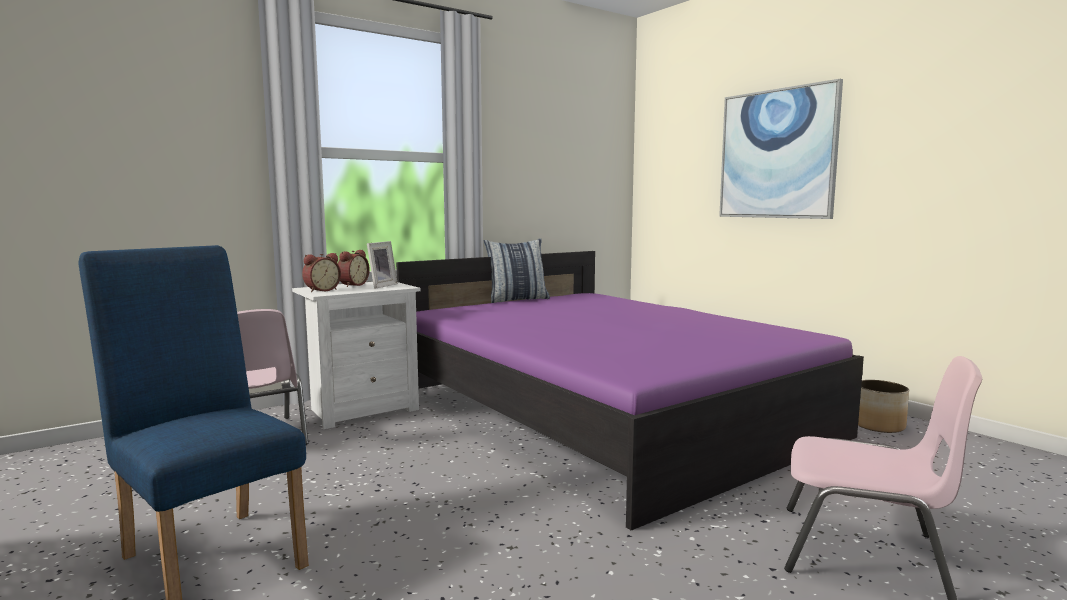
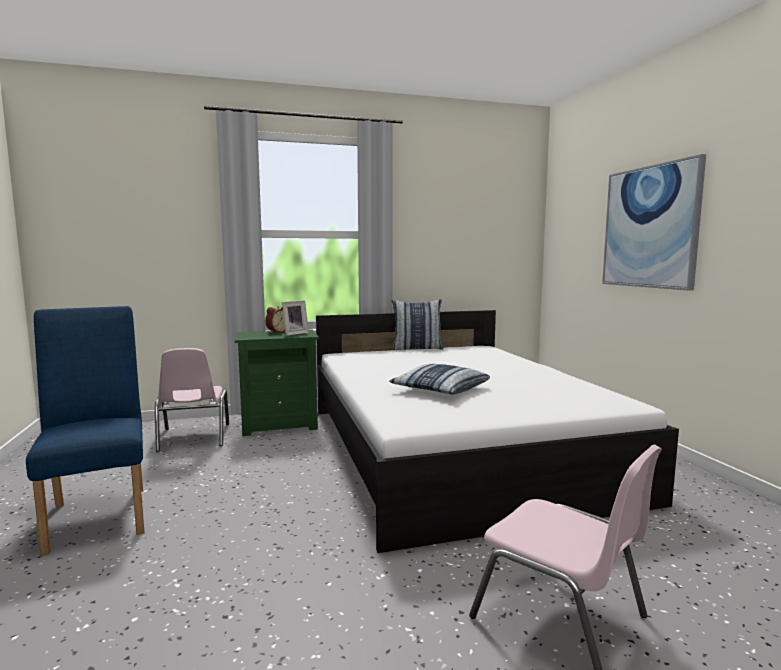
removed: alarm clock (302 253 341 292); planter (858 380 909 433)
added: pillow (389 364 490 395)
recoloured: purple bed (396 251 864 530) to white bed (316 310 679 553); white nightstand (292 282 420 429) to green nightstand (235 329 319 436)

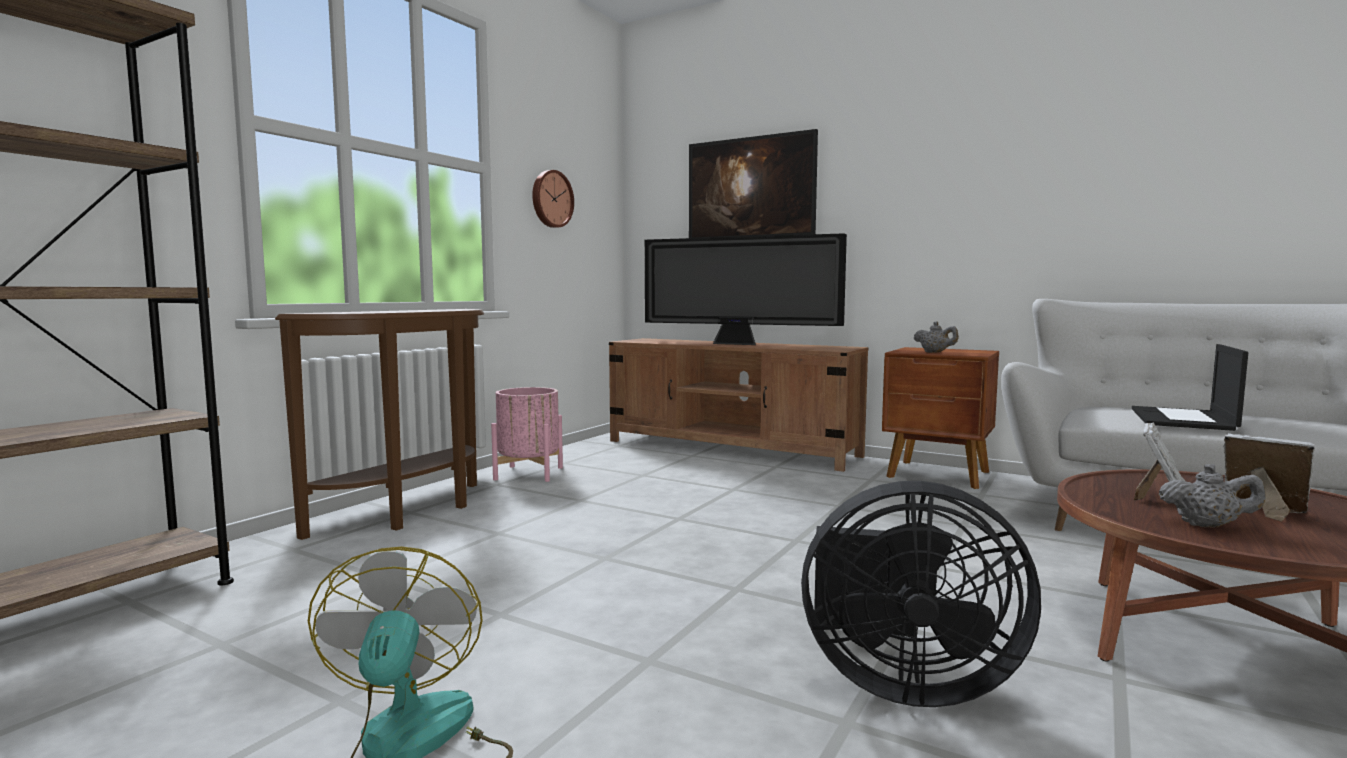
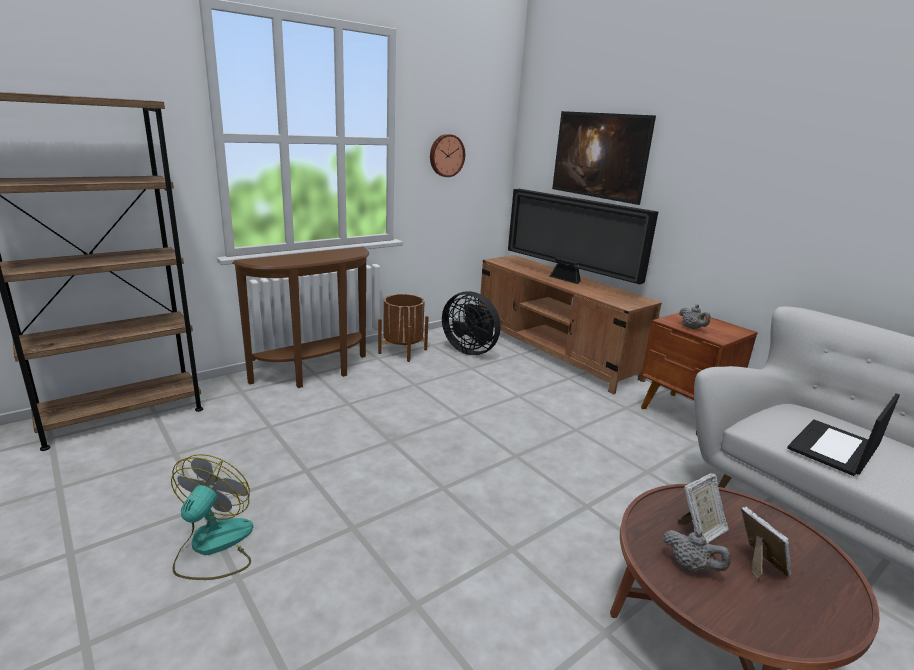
moved: black fan (801 481 1041 707) to (442 291 501 355)
recoloured: pink planter (491 387 563 482) to brown planter (378 294 429 362)

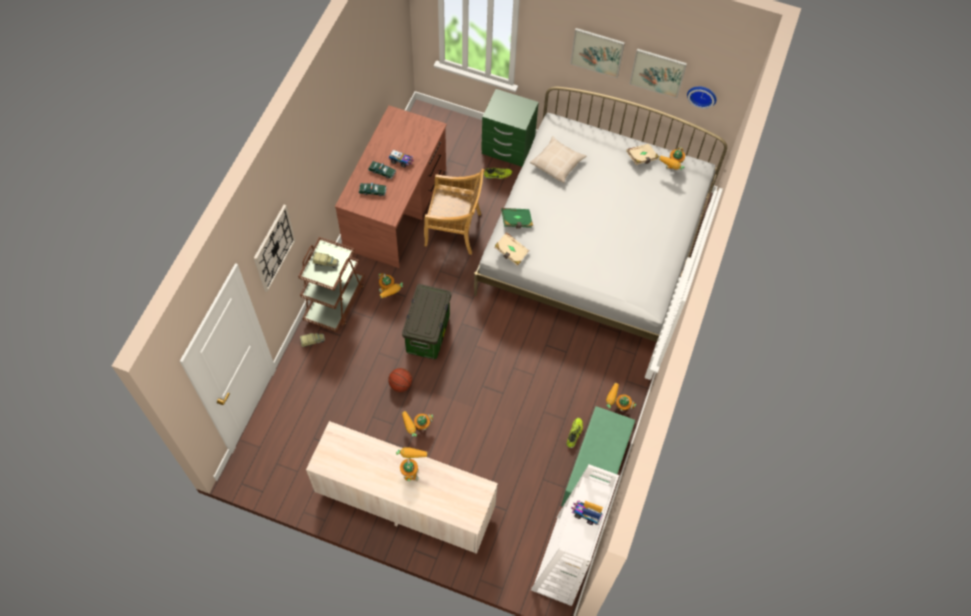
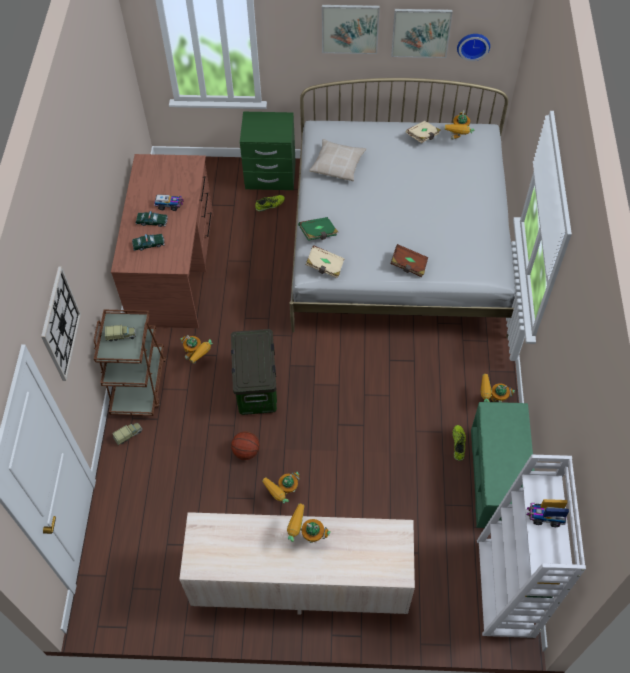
removed: beige chair (424 169 484 255)
added: brown book (390 244 428 277)
turned: toy robot (396 447 428 481) = (287 504 331 543) 60 degrees counterclockwise

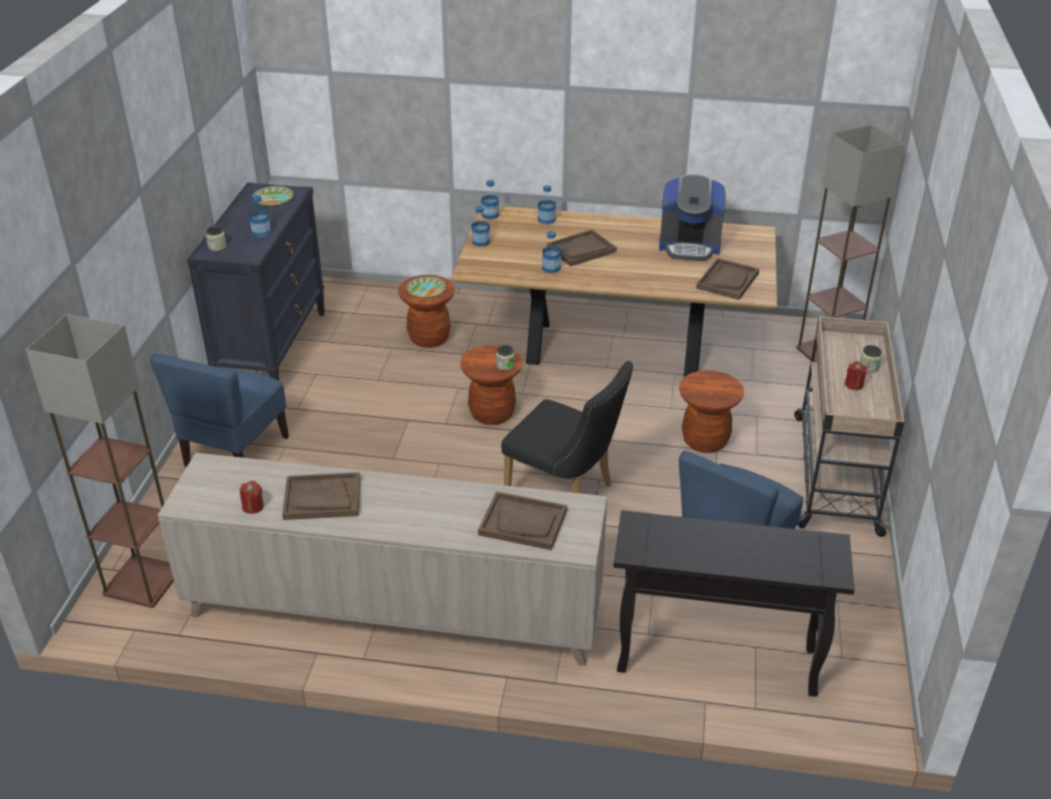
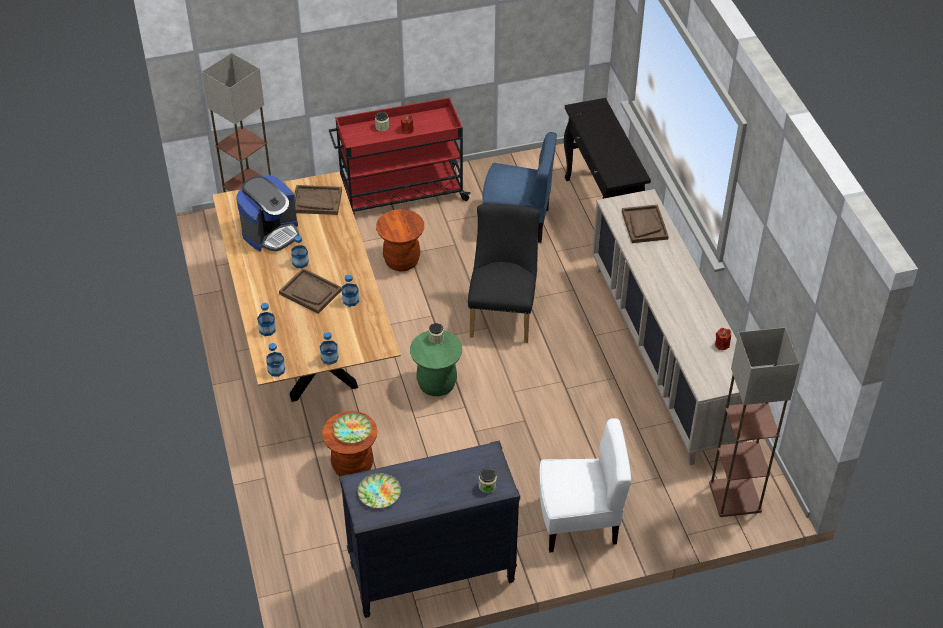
removed: brown tray (282 472 360 520)
moved: bottle (249 195 271 237) to (291 236 309 268)
recoloured: beige cart (794 316 904 537) to red cart (329 97 471 214); brown stool (460 345 522 425) to green stool (410 331 462 396); blue chair (150 354 289 467) to white chair (539 418 631 553)
turned: coffee machine (659 174 726 261) = (236 175 300 252) 60 degrees clockwise

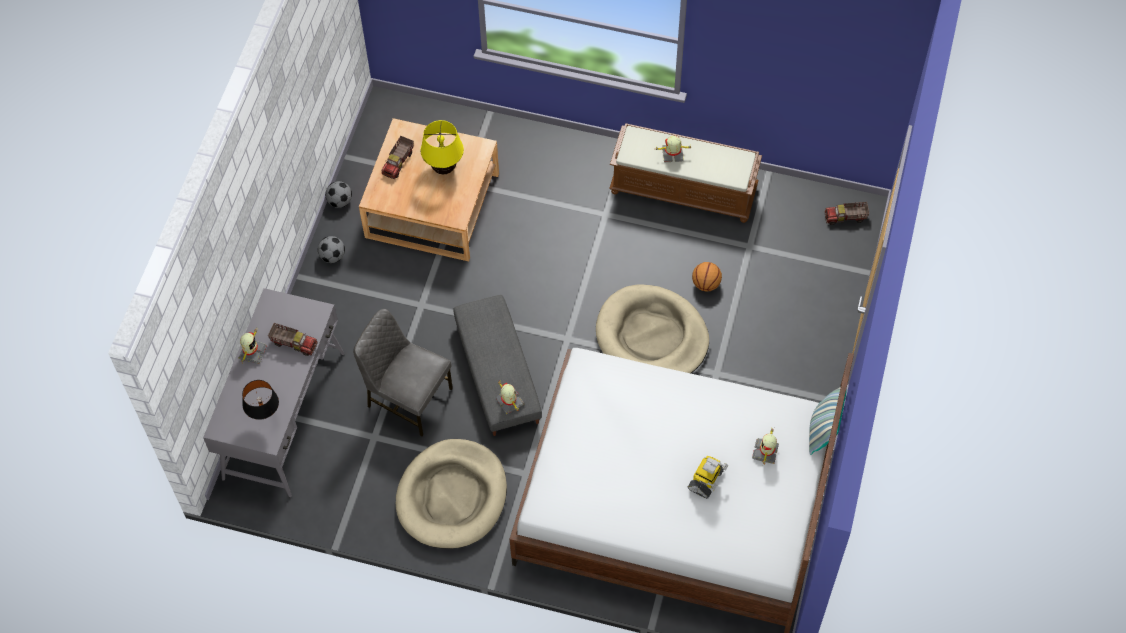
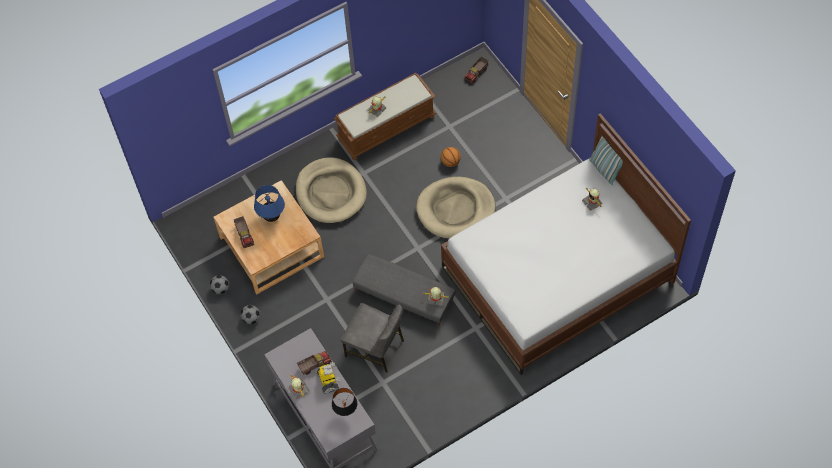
moved: beige dog bed (396 439 507 549) to (296 157 367 223); toy robot (688 455 728 499) to (317 362 340 394)
recoloured: yellow table lamp (421 120 464 175) to blue table lamp (254 185 285 222)
turned: grey chair (353 309 453 436) = (341 303 404 373) 135 degrees counterclockwise

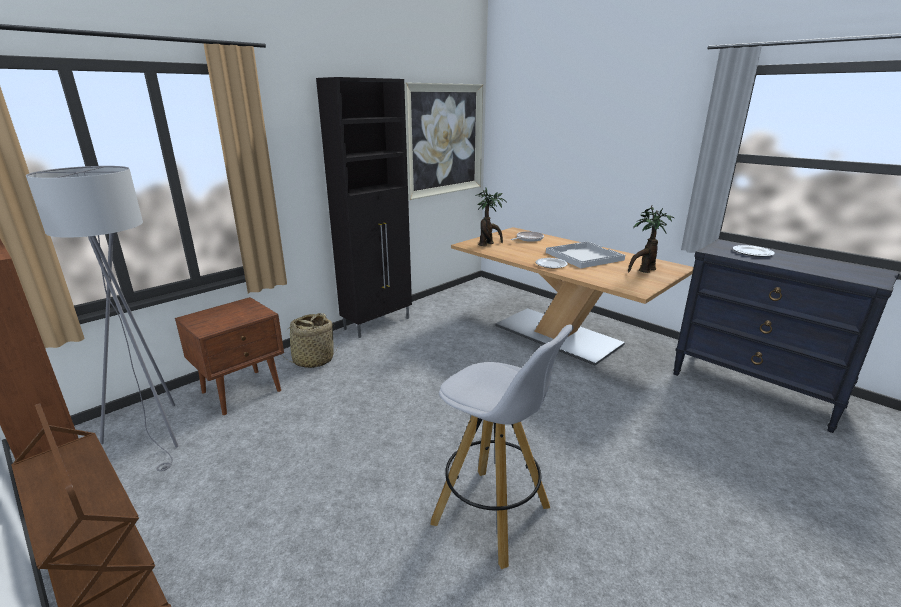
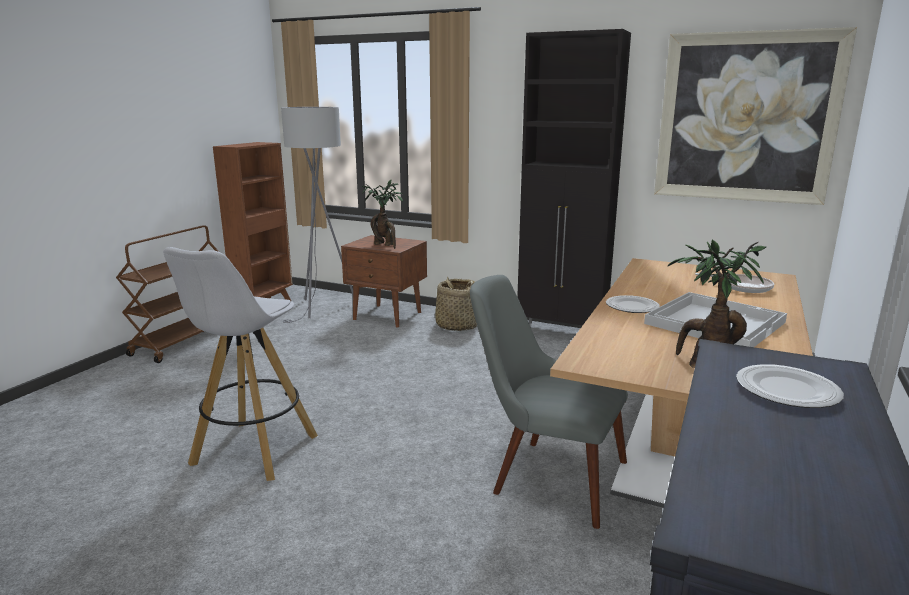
added: grey chair (470 275 628 529)
moved: potted plant (475 188 506 246) to (362 179 403 249)

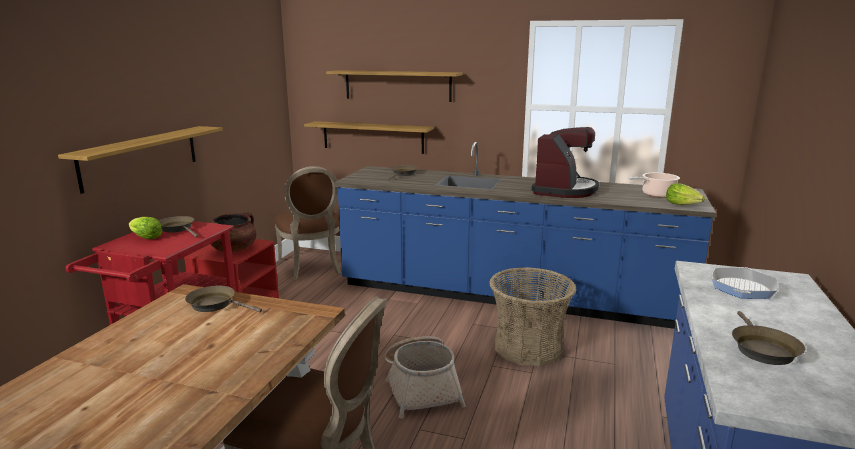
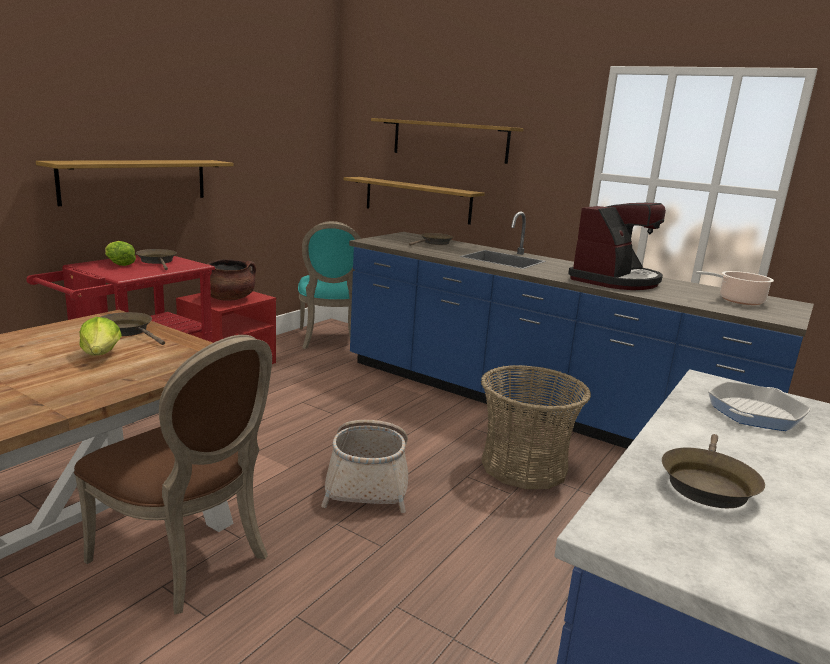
moved: lettuce (666 183 705 205) to (80 317 122 356)
recoloured: brown chair (274 166 341 280) to turquoise chair (298 221 361 349)

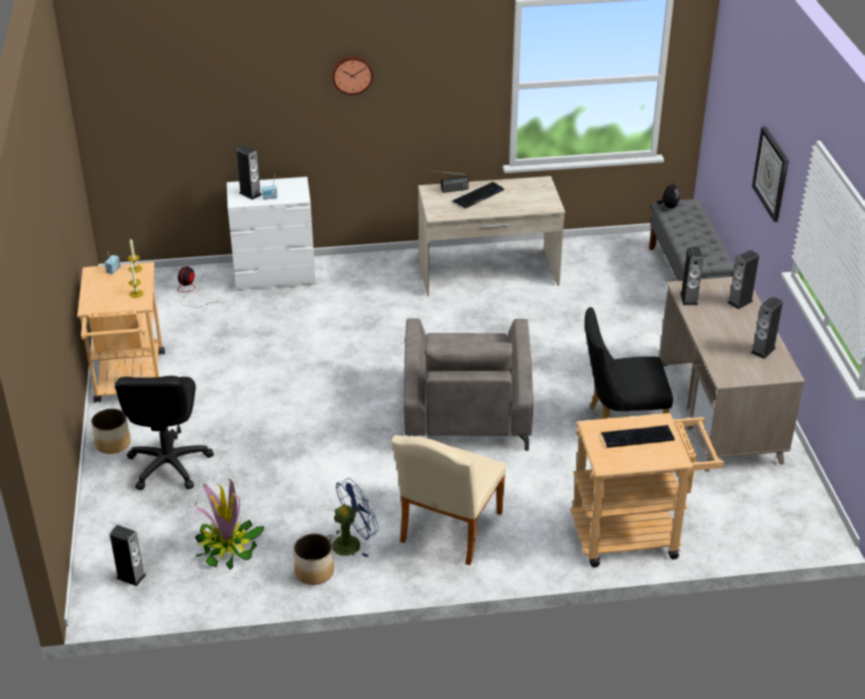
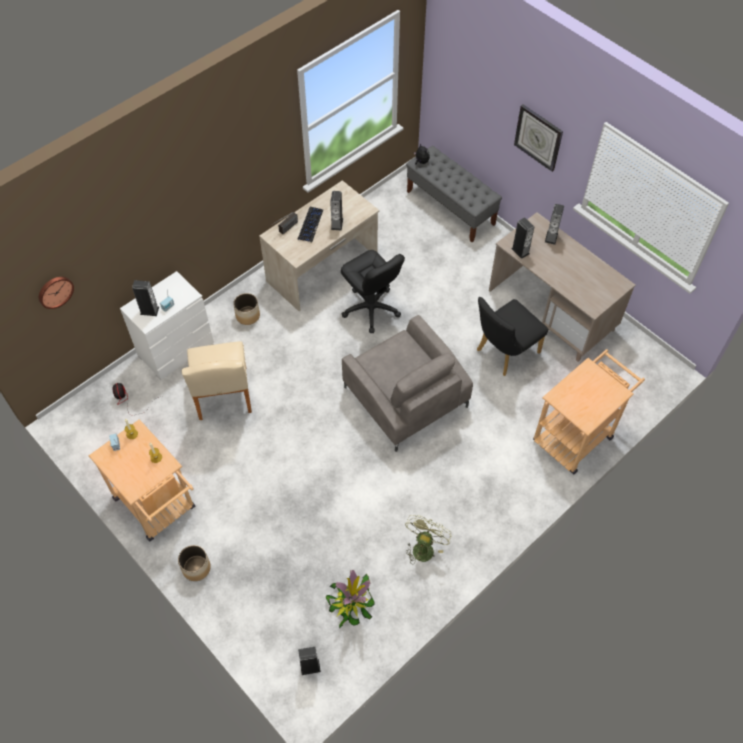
removed: keyboard (601 425 675 448)
moved: wall clock (332 56 373 95) to (39 277 74 309); speaker (751 296 783 359) to (330 191 343 231); black office chair (115 376 214 490) to (341 250 405 333); beige chair (391 435 506 565) to (182 341 252 420); planter (293 534 334 585) to (233 293 260 325)
recoloured: blue fan (327 478 379 558) to green fan (405 515 451 565)

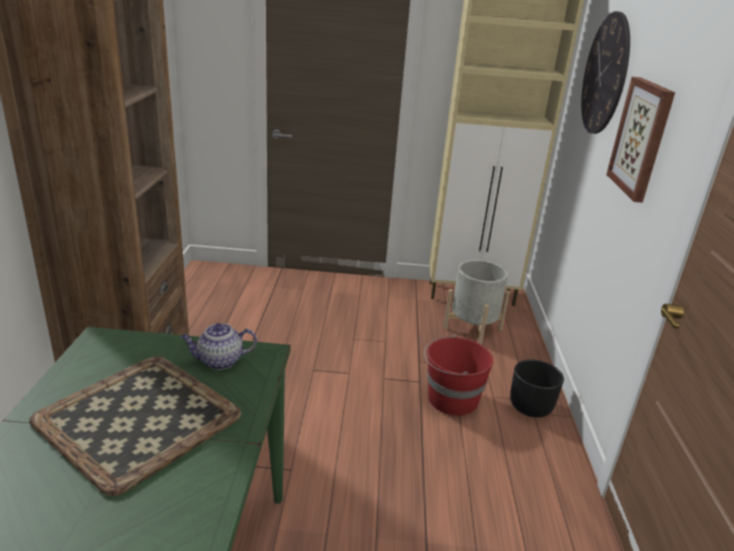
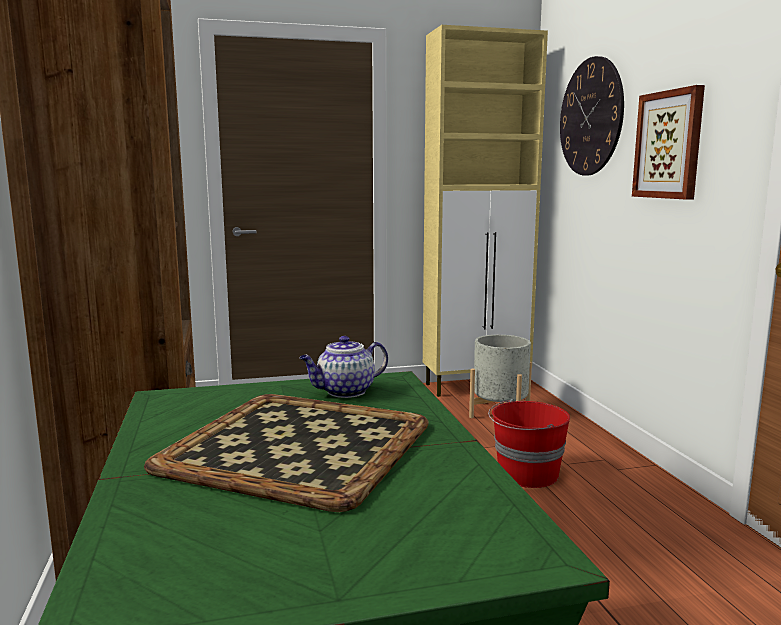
removed: black planter (510 359 564 418)

